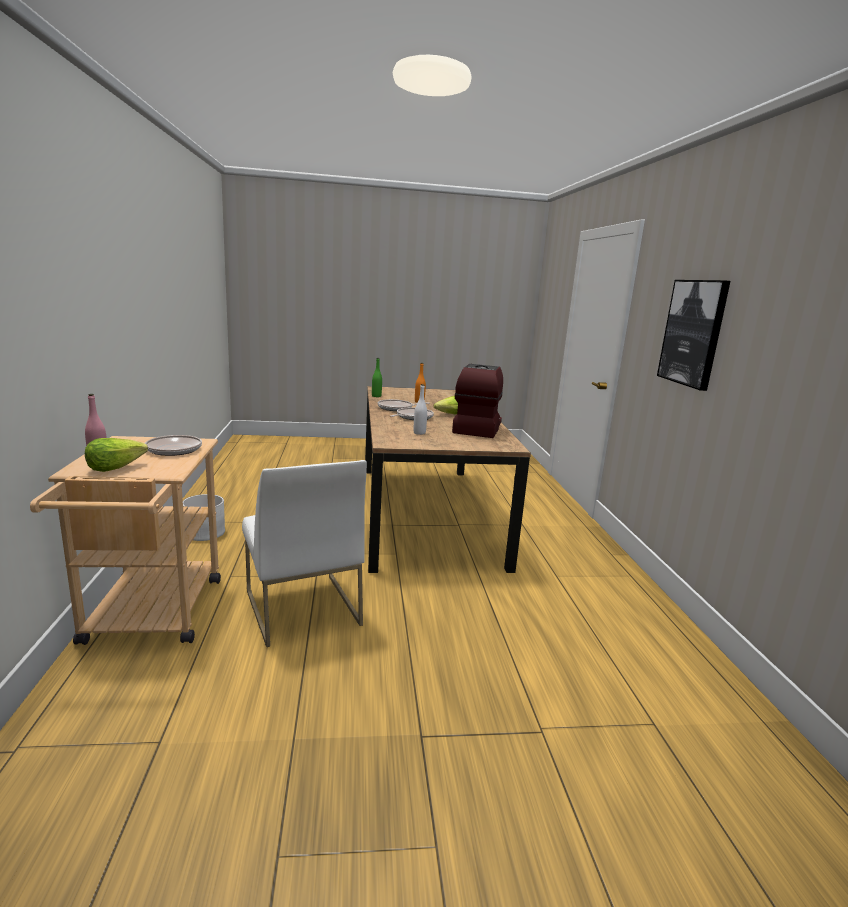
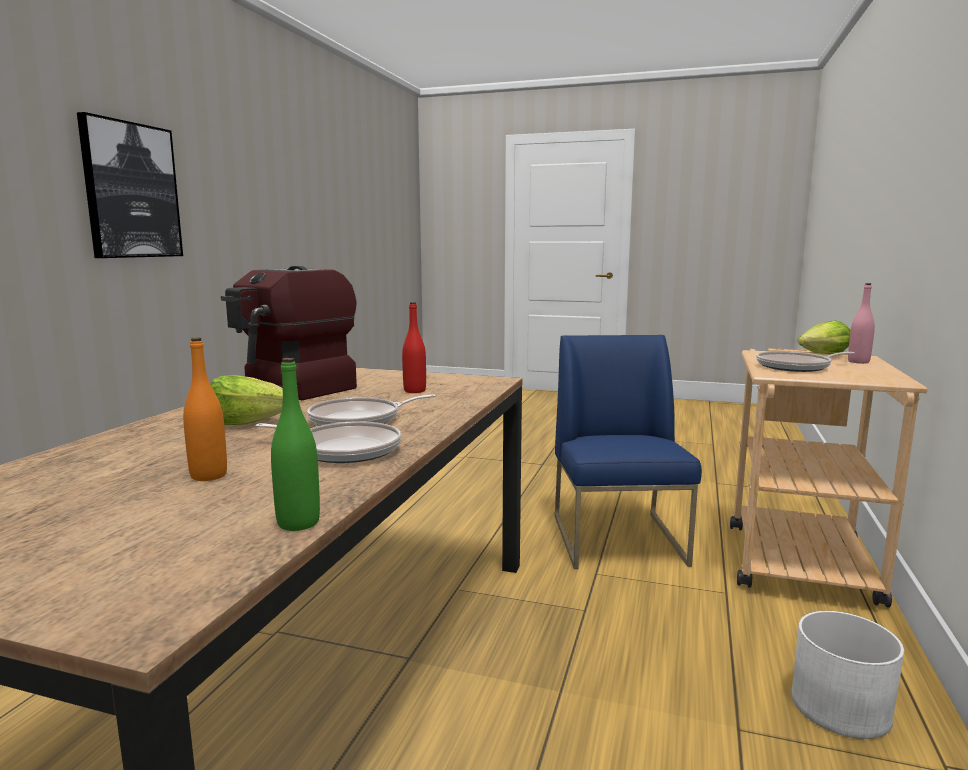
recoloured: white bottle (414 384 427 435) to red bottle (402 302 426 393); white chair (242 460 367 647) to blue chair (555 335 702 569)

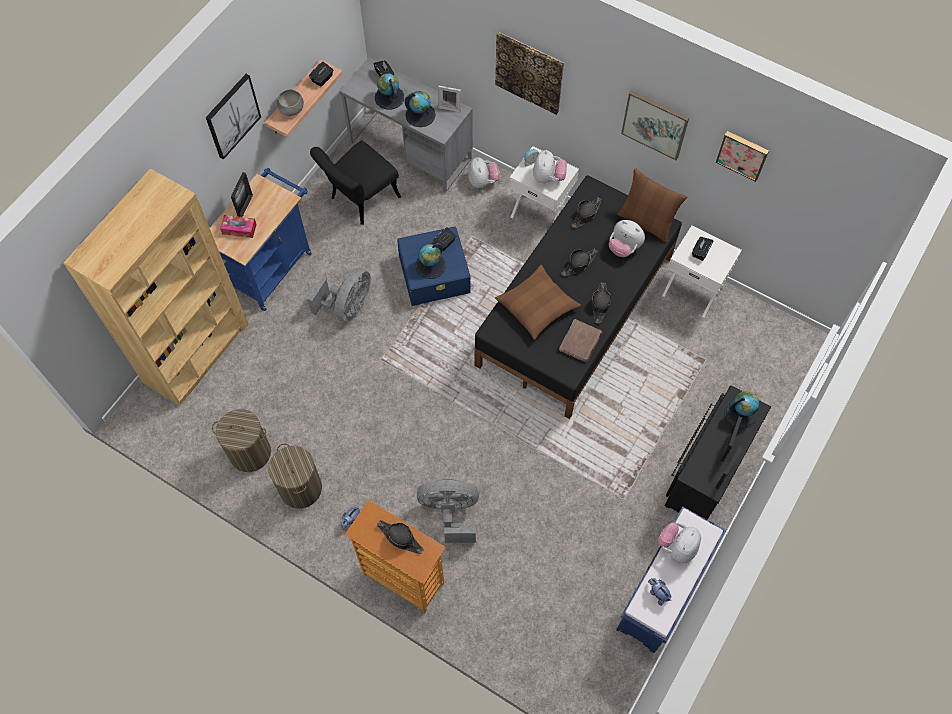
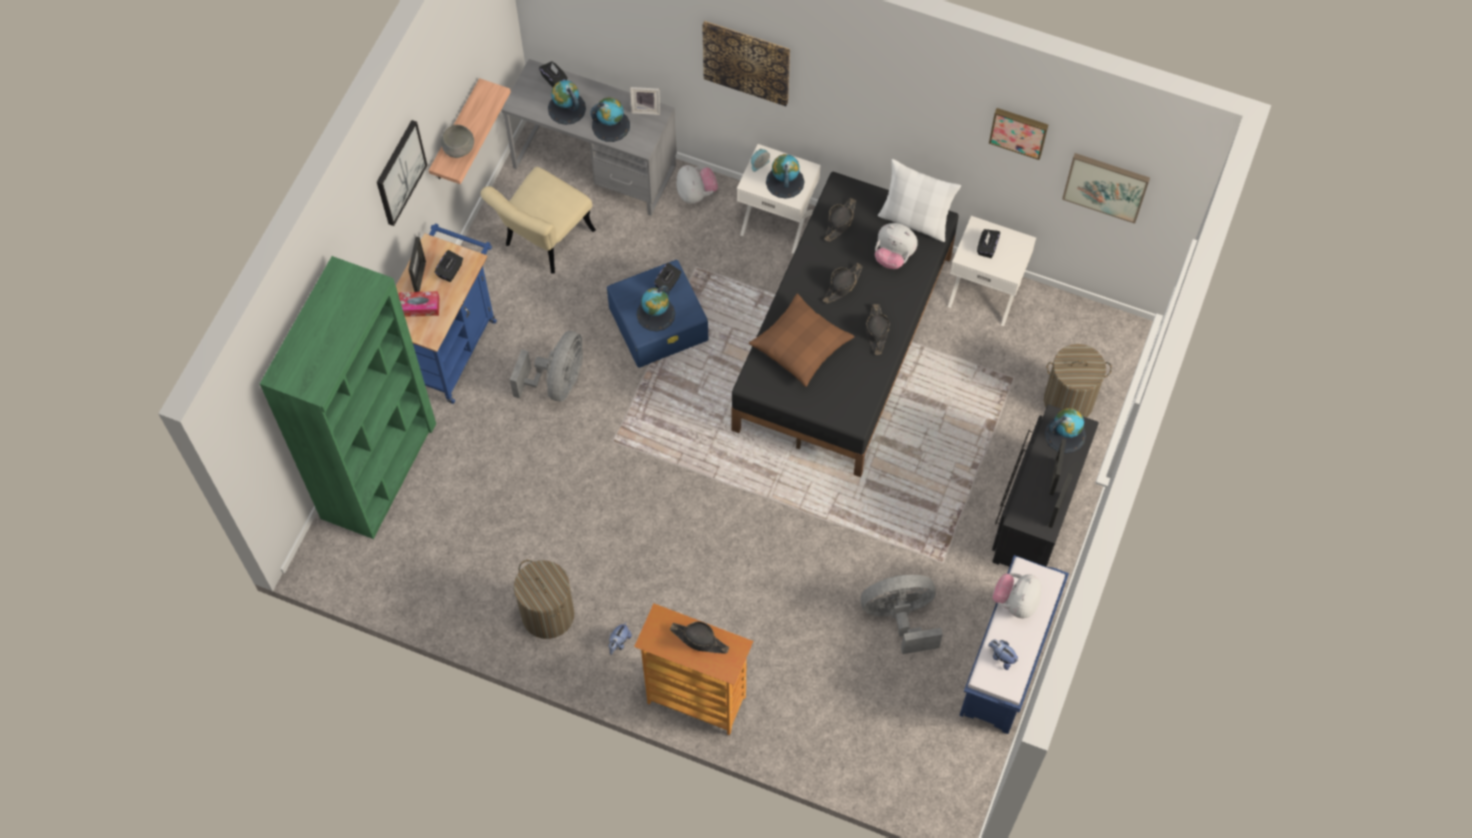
removed: brown book (559 319 602 362)
moved: black tissue box (309 62 334 87) to (435 250 463 282); picture (621 90 690 160) to (1062 153 1150 224); laundry basket (212 409 271 472) to (1044 344 1112 418); grey fan (417 479 479 543) to (861 575 943 654)
replaced: plush toy (533 150 567 183) to globe (766 154 804 199)
recoloured: black chair (310 140 401 225) to beige chair (481 166 596 274); brown bookcase (64 168 249 406) to green bookcase (260 256 436 539); brown pillow (617 168 687 242) to white pillow (878 159 961 242)

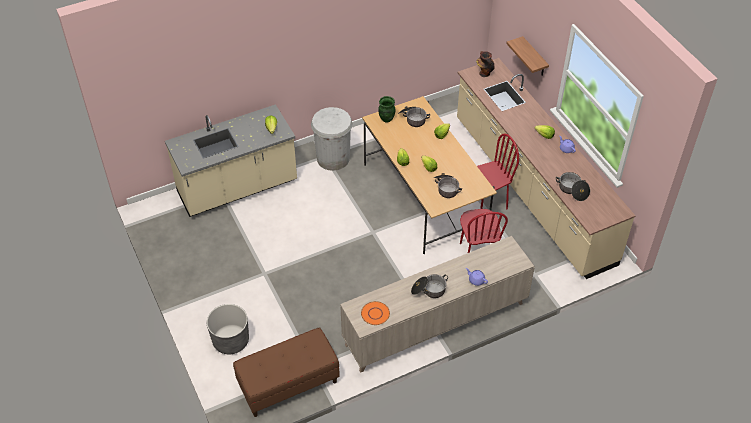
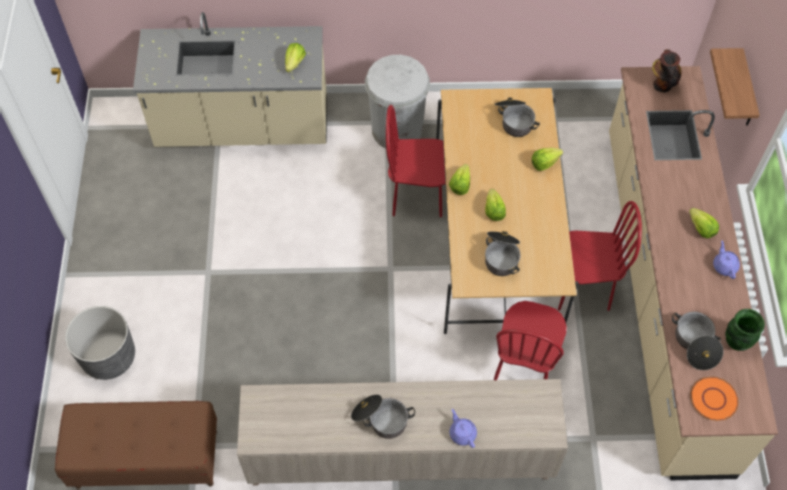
added: red chair (386 105 445 218)
moved: green vase (378 96 395 123) to (725 309 765 351); orange plate (361 301 390 325) to (690 377 738 421)

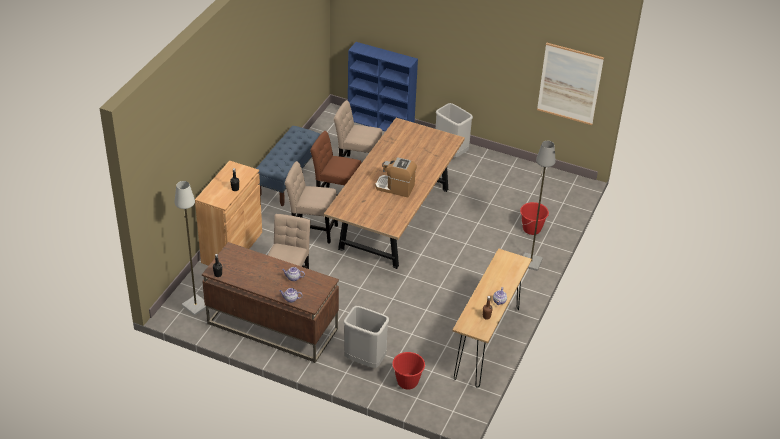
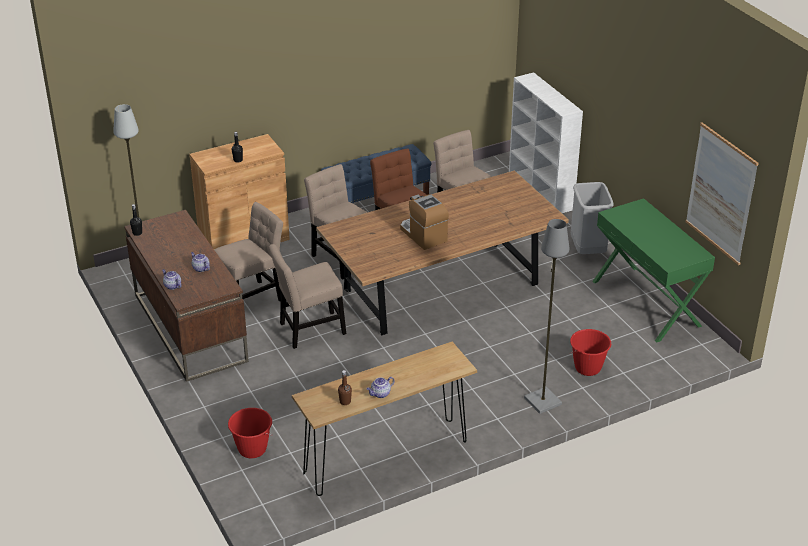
removed: grey trash can (344 306 389 368)
added: green console table (592 198 715 342); beige chair (269 244 346 349)
recoloured: blue bookcase (348 42 418 131) to white bookcase (509 72 583 213)

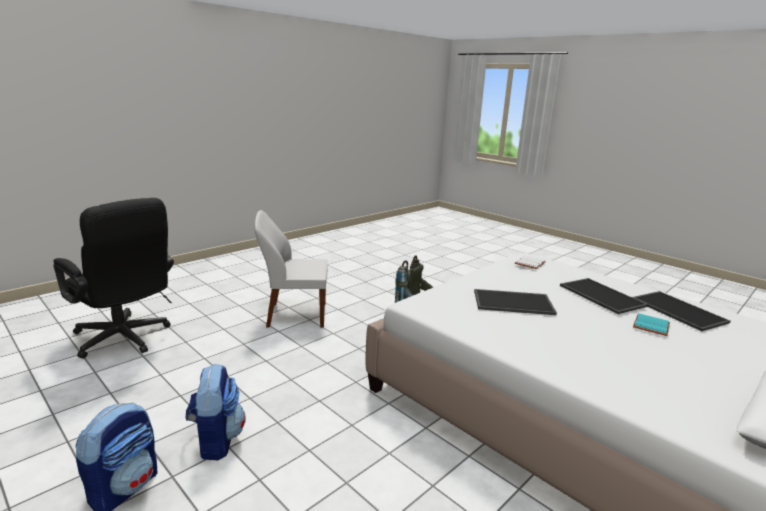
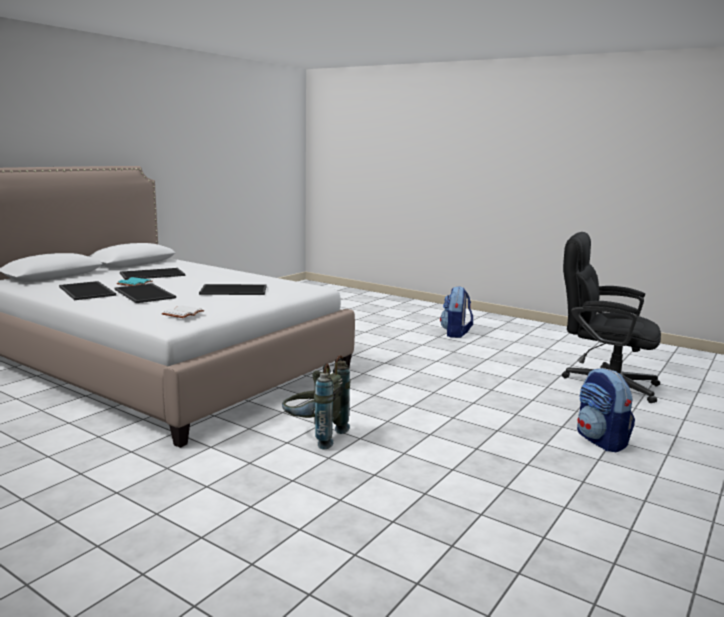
removed: white chair (255 210 328 327)
added: tray (120 268 185 280)
moved: backpack (186 364 245 460) to (577 368 635 452)

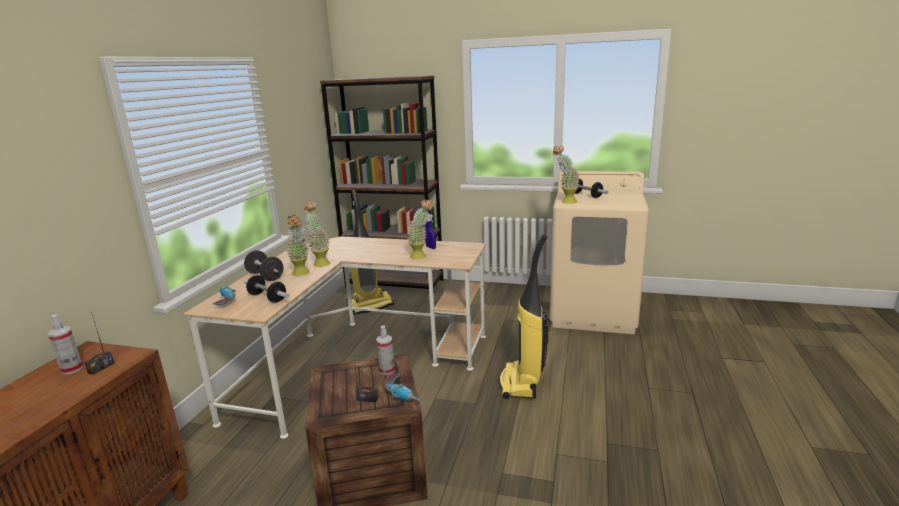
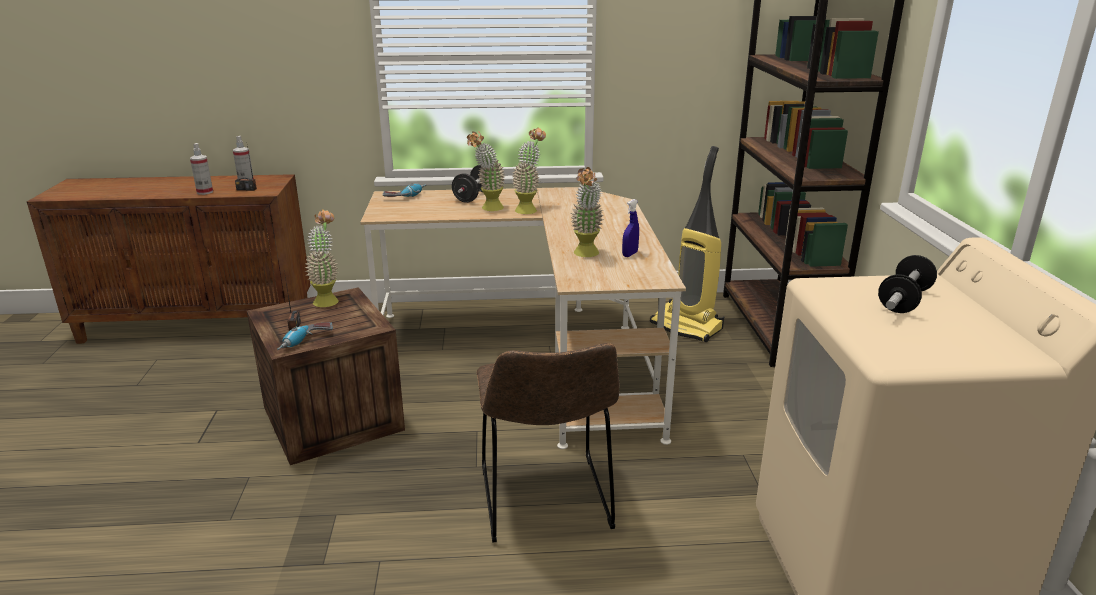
removed: dumbbell (244 275 289 303)
moved: potted plant (553 145 580 204) to (304 209 338 307); spray bottle (376 326 395 375) to (190 143 213 195)
replaced: vacuum cleaner (499 234 551 399) to brown chair (477 343 619 542)

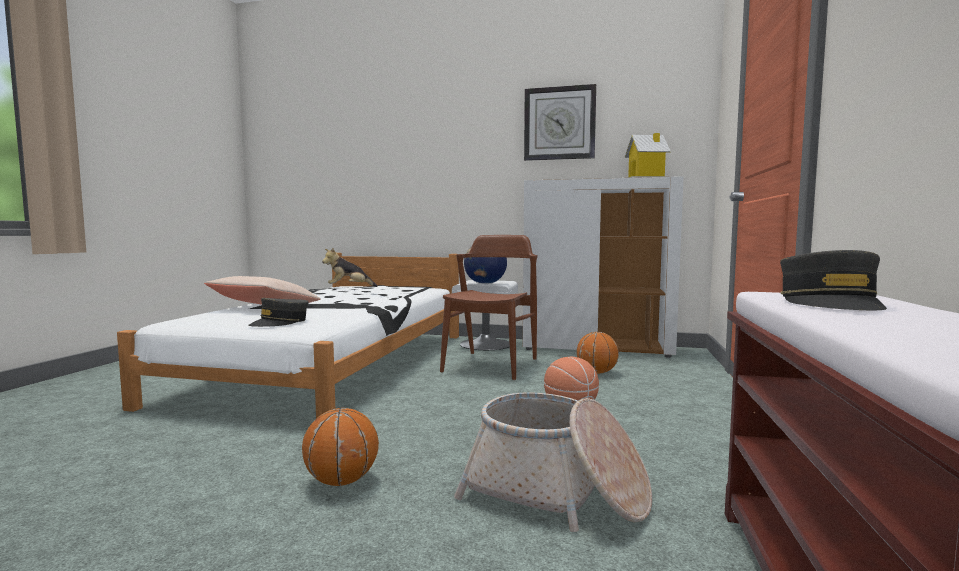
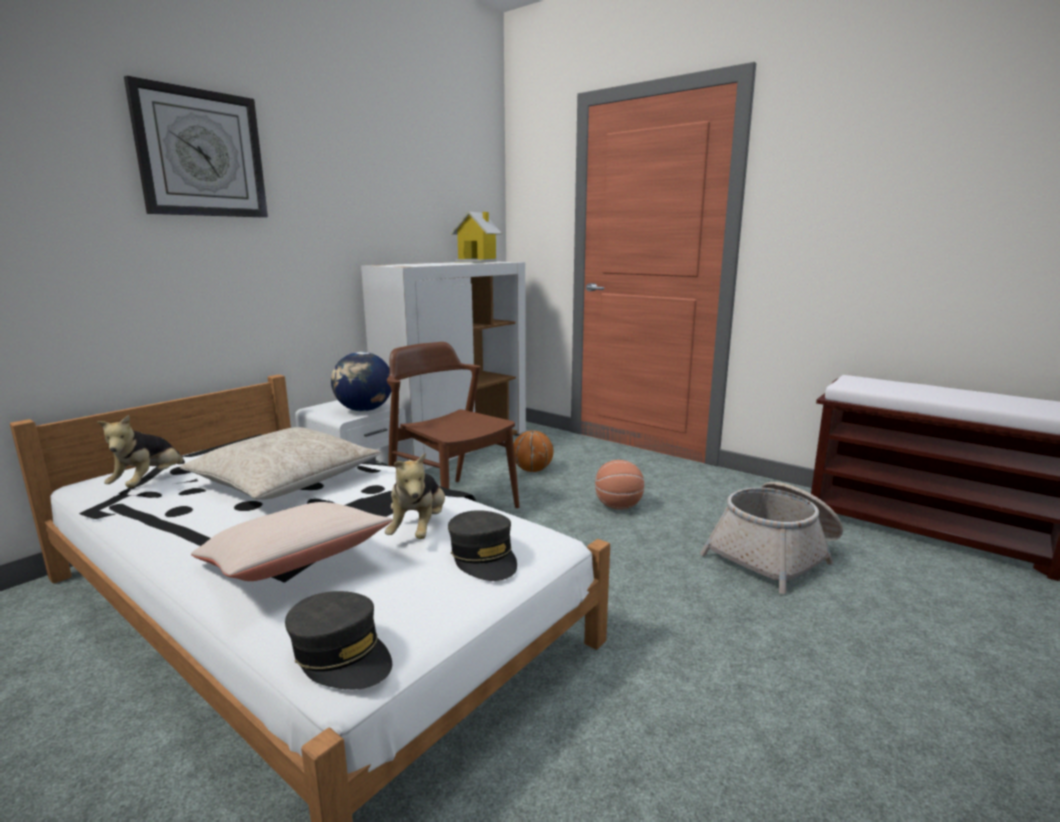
removed: basketball (302 408 379 486)
added: beige pillow (180 427 381 500); plush toy (385 452 445 539)
moved: wall clock (524 84 596 161) to (124 76 268 218); grey cap (780 250 887 310) to (285 591 392 690)

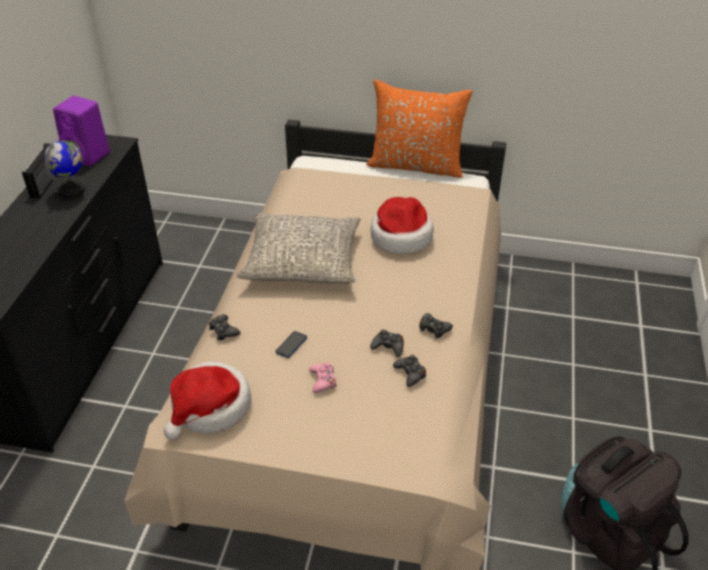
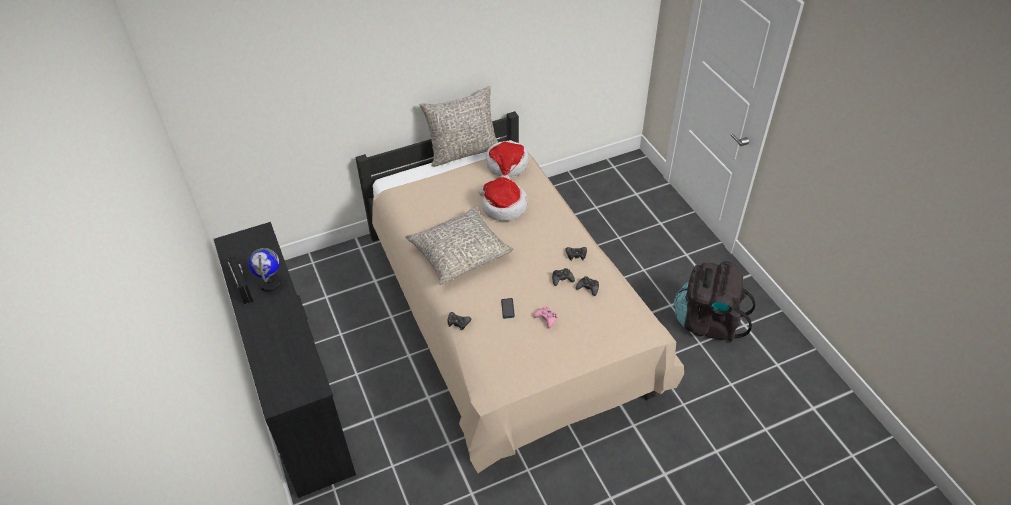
removed: purple speaker (53 96 110 166)
moved: hat (163 362 251 440) to (486 141 529 180)
recoloured: orange pillow (366 79 472 178) to grey pillow (420 86 498 167)

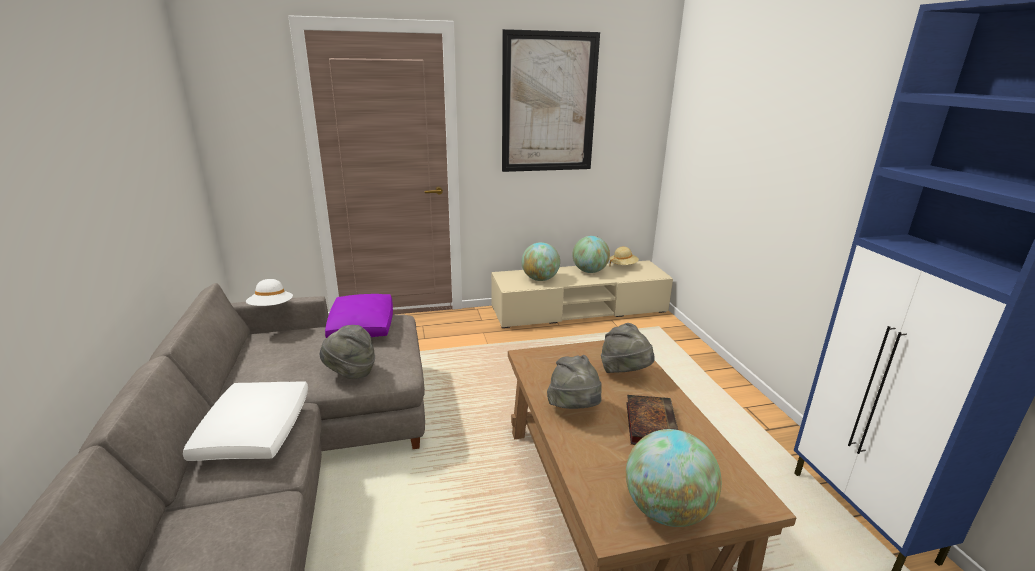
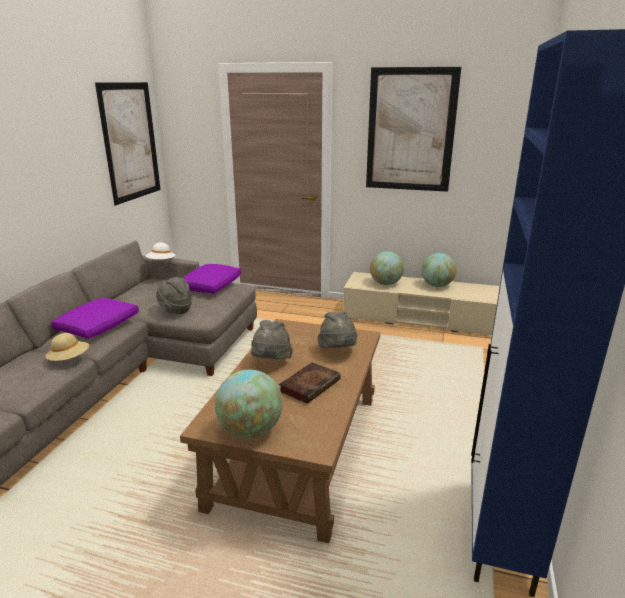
added: picture (95 82 161 206)
moved: beige hat (609 247 639 266) to (45 333 89 361)
recoloured: white pillow (183 381 308 461) to purple pillow (51 298 139 339)

